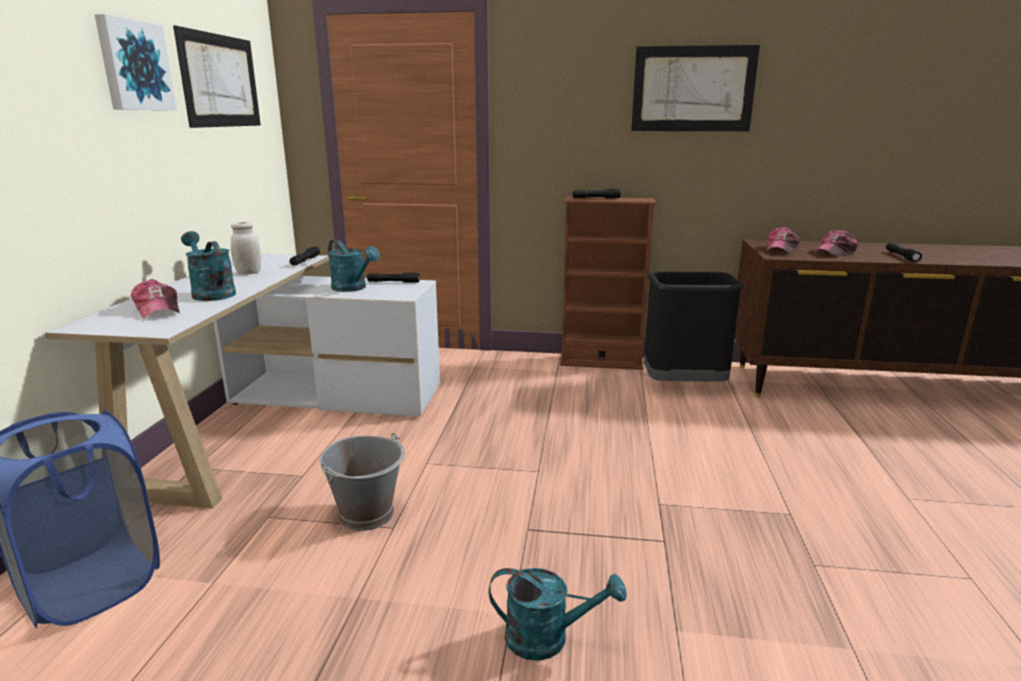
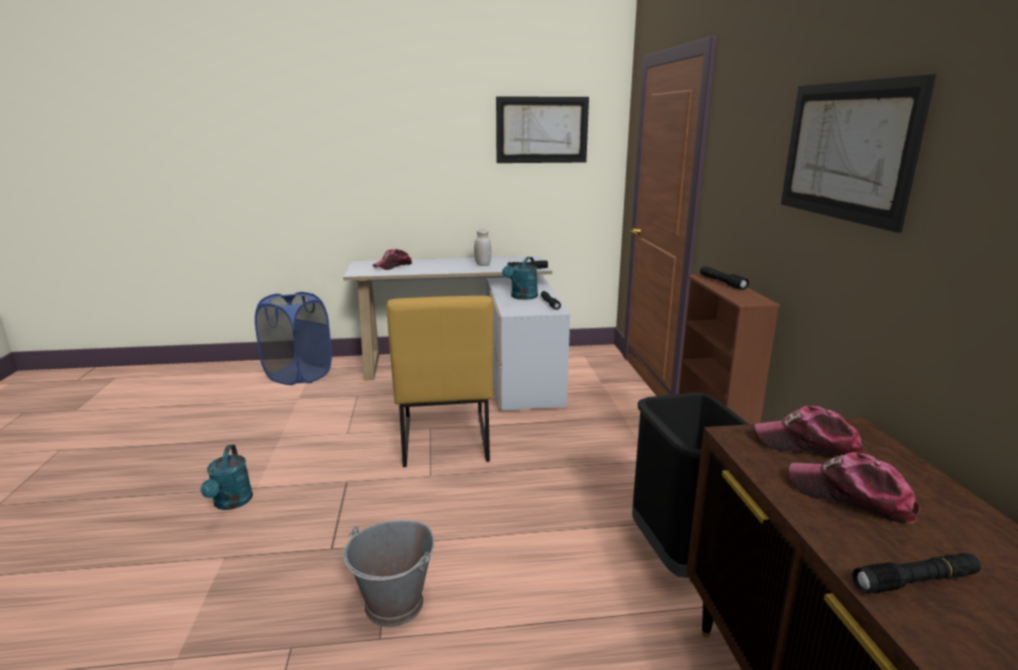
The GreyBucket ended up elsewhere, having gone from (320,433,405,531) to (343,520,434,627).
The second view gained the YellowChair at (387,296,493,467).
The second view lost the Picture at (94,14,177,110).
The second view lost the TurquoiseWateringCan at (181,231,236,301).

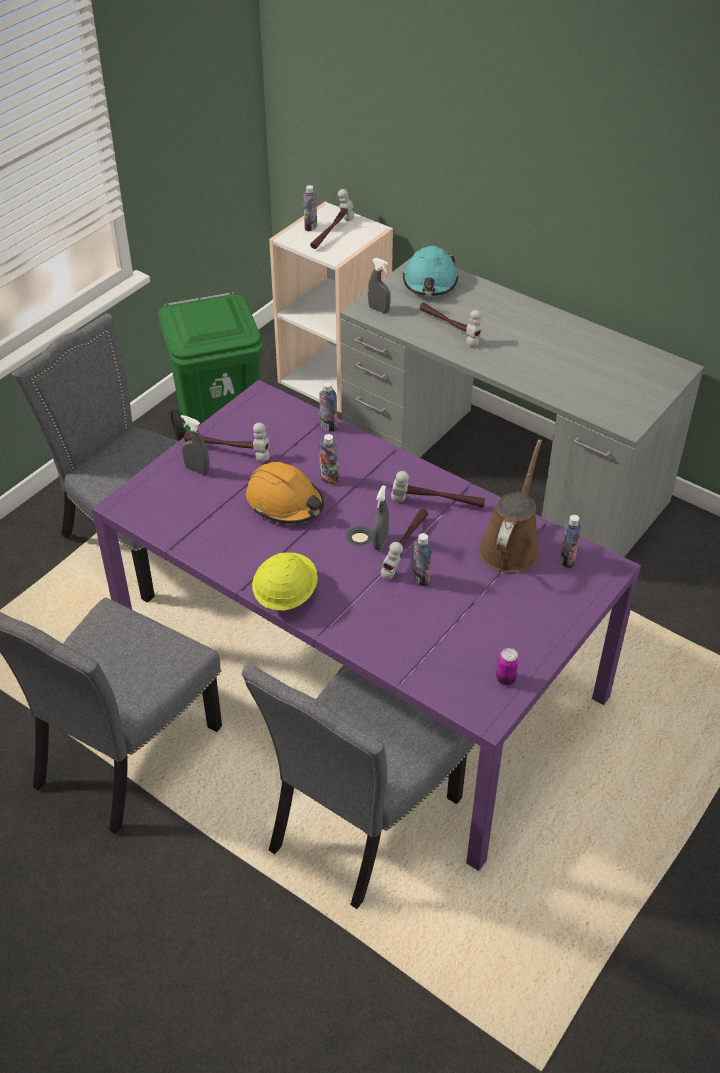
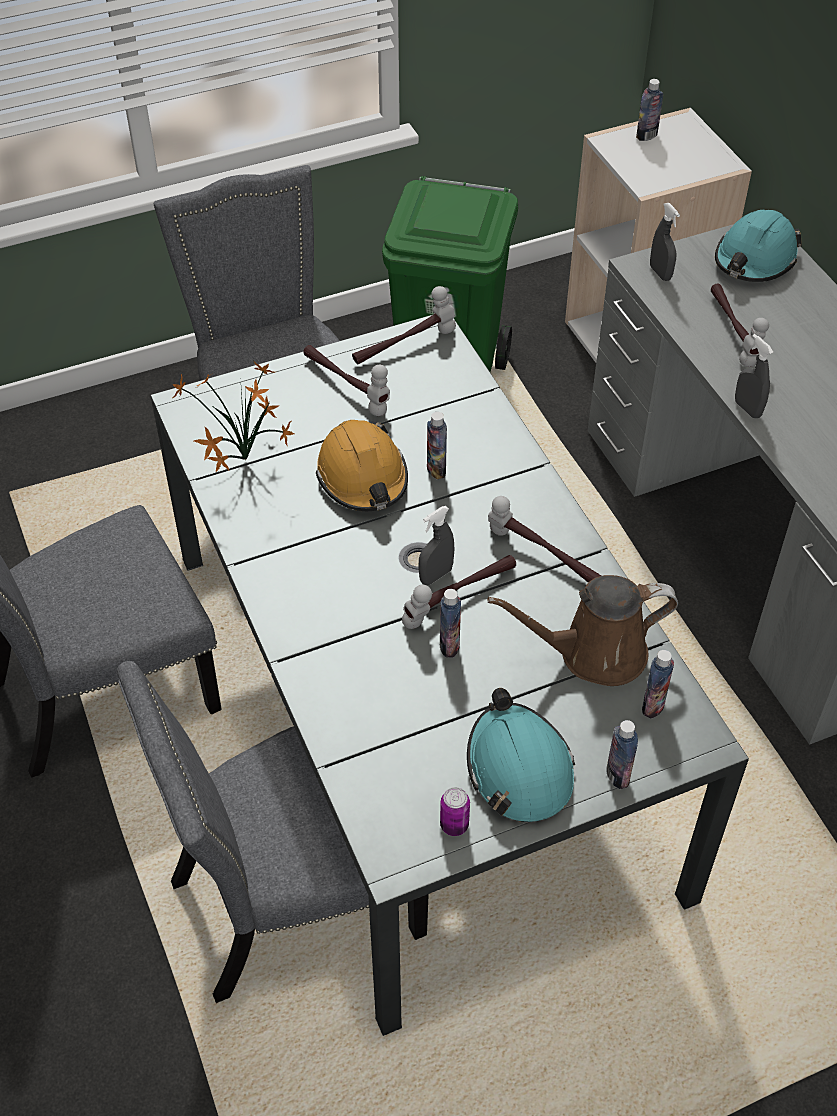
What was the PurpleDiningTable at (92,380,641,871) turned into the GreyDiningTable at (151,315,749,1036).
The second view gained the PottedPlant at (172,362,295,472).
The Hammer ended up elsewhere, having gone from (310,189,354,249) to (352,286,456,364).
The second view gained the TurquoiseHardHat at (467,688,575,822).
The BrownWateringCan at (479,440,542,573) ended up facing another way, 150 degrees counterclockwise from before.
The Bottle ended up elsewhere, having gone from (319,382,337,432) to (606,720,638,789).
The GreySprayBottle ended up elsewhere, having gone from (181,415,209,475) to (735,334,773,419).
The second view lost the YellowHardHat at (252,552,318,611).

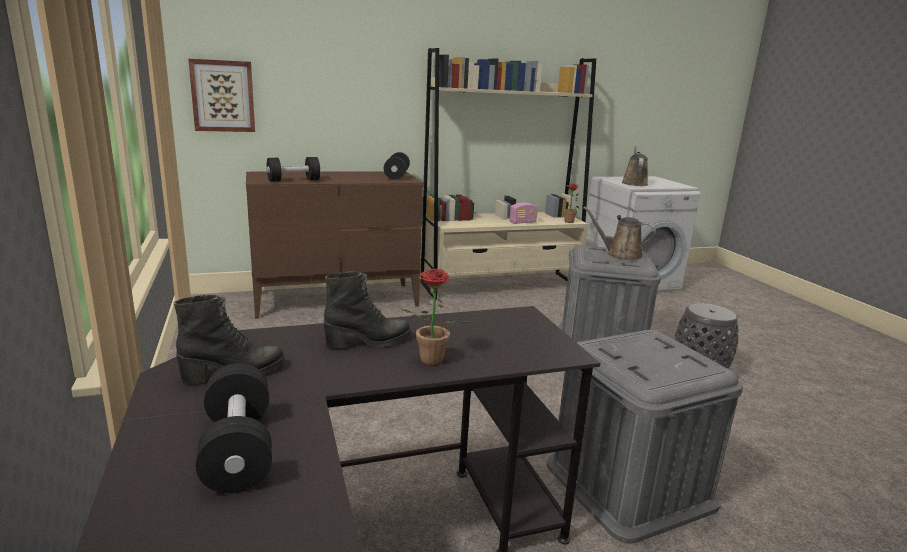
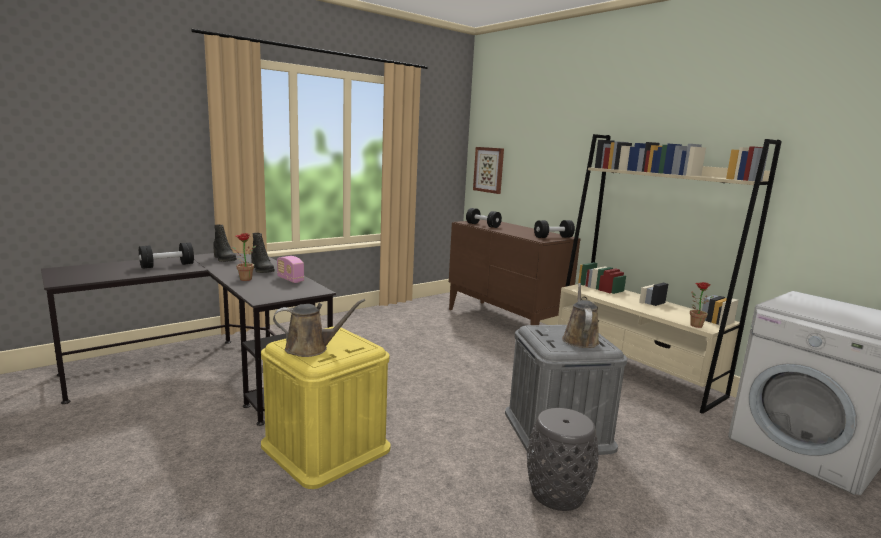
What was the GreyStorageBox at (547,330,743,544) turned into the YellowStorageBox at (261,326,391,489).
The BrownWateringCan ended up elsewhere, having gone from (622,146,648,186) to (273,299,365,357).
The Radio ended up elsewhere, having gone from (510,203,538,224) to (277,256,304,283).

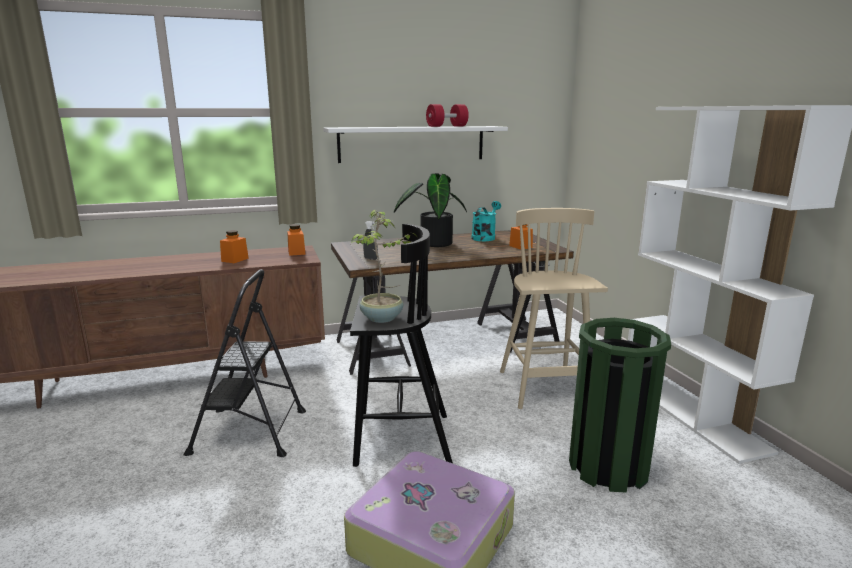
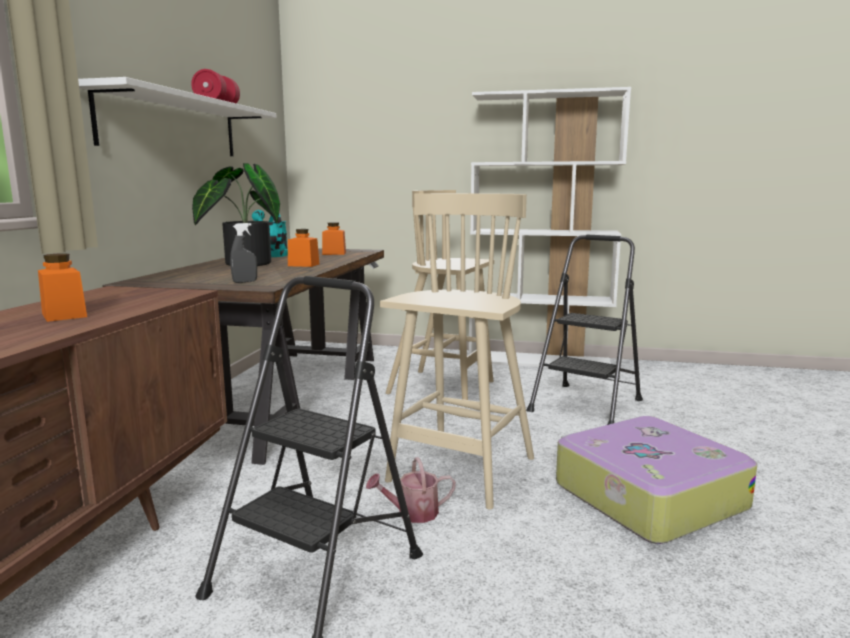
The OrangeJar ended up elsewhere, having gone from (287,224,306,256) to (288,229,319,267).
The second view gained the WateringCan at (366,457,456,523).
What was the BlackStool at (350,224,453,467) turned into the BeigeStool at (380,193,534,510).
Where the GreenTrashCan stood at (569,318,671,493), the BlackStepLadder came to stand at (526,235,643,425).
The second view lost the PottedPlant at (351,210,417,323).

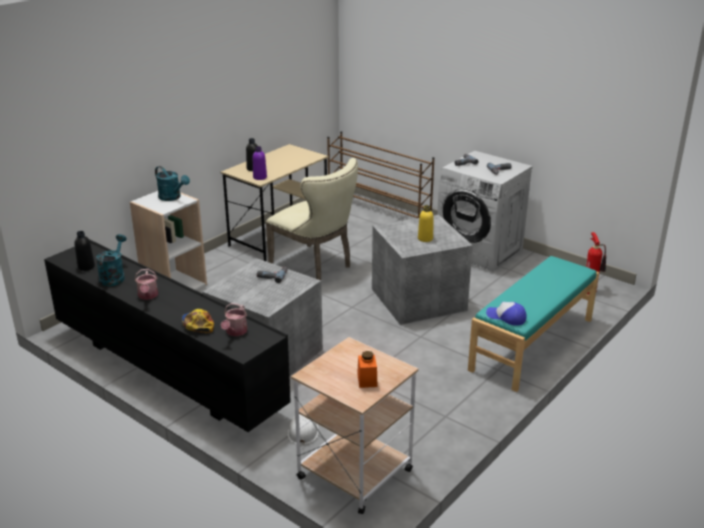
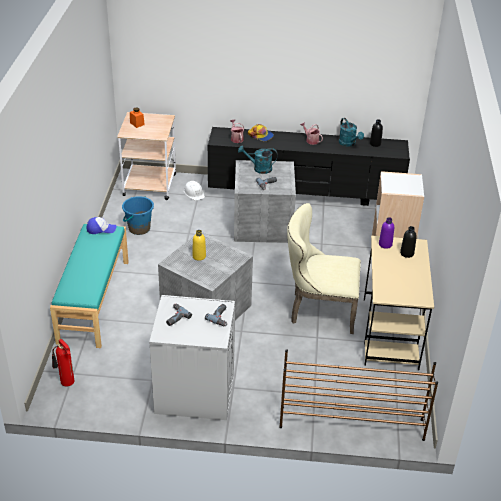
The second view gained the BlueBucket at (122,196,154,235).
The TurquoiseWateringCan ended up elsewhere, having gone from (155,166,190,201) to (238,146,278,174).

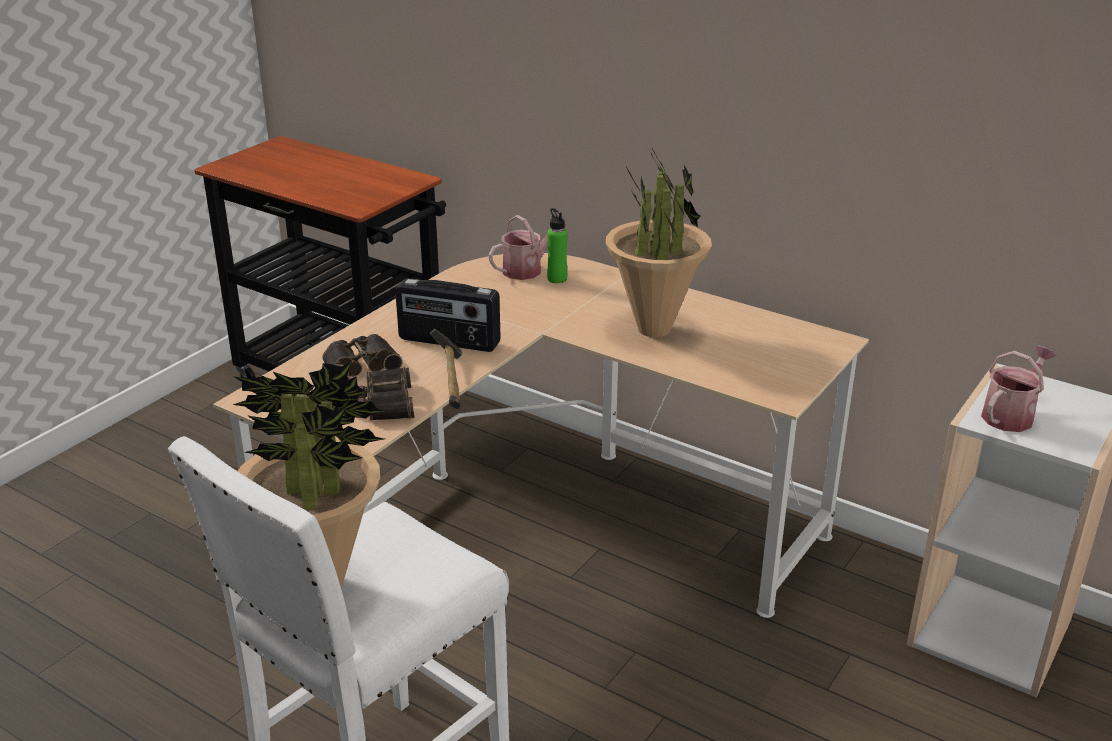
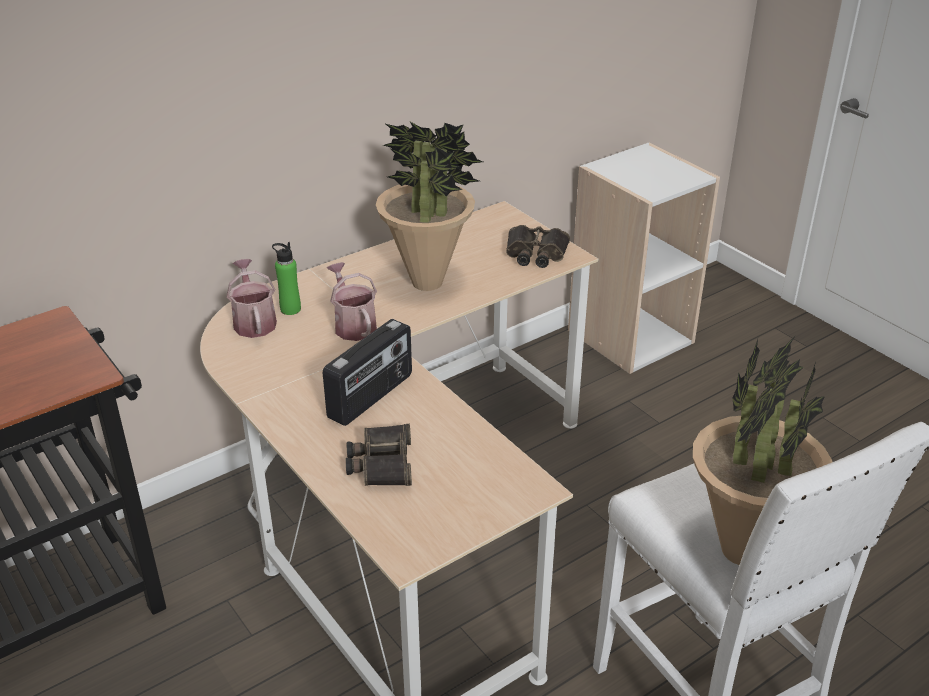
The WateringCan ended up elsewhere, having gone from (981,345,1057,432) to (327,262,377,341).
The Binoculars ended up elsewhere, having gone from (356,367,415,421) to (506,225,570,268).
The second view lost the Hammer at (430,329,462,409).

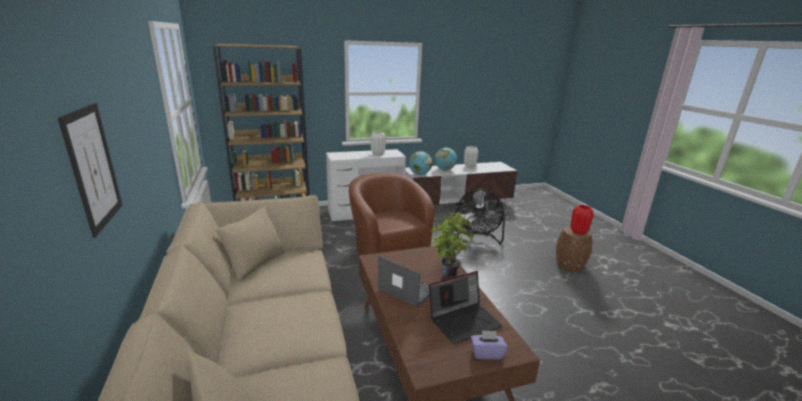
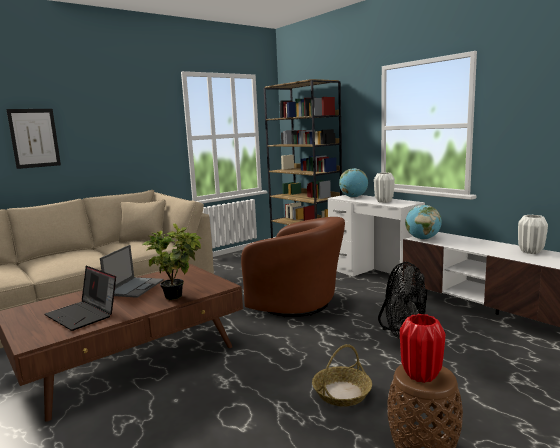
The BrownArmchair at (349,173,434,255) ended up facing another way, 75 degrees clockwise from before.
The second view gained the Basket at (312,344,372,407).
The Globe ended up elsewhere, having gone from (434,147,457,170) to (339,168,368,198).
The second view lost the PurpleTissueBox at (471,330,508,359).

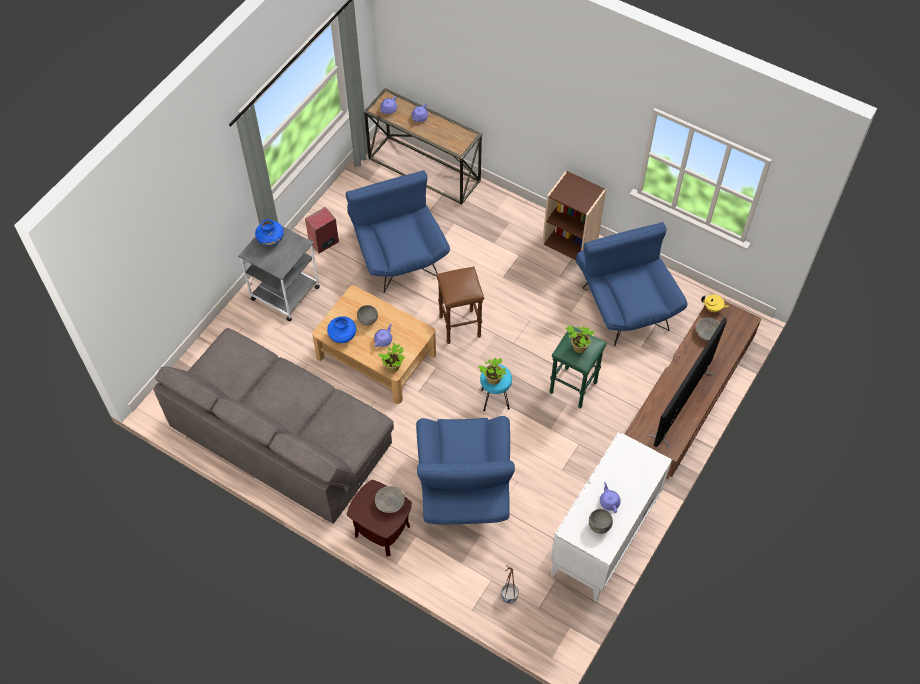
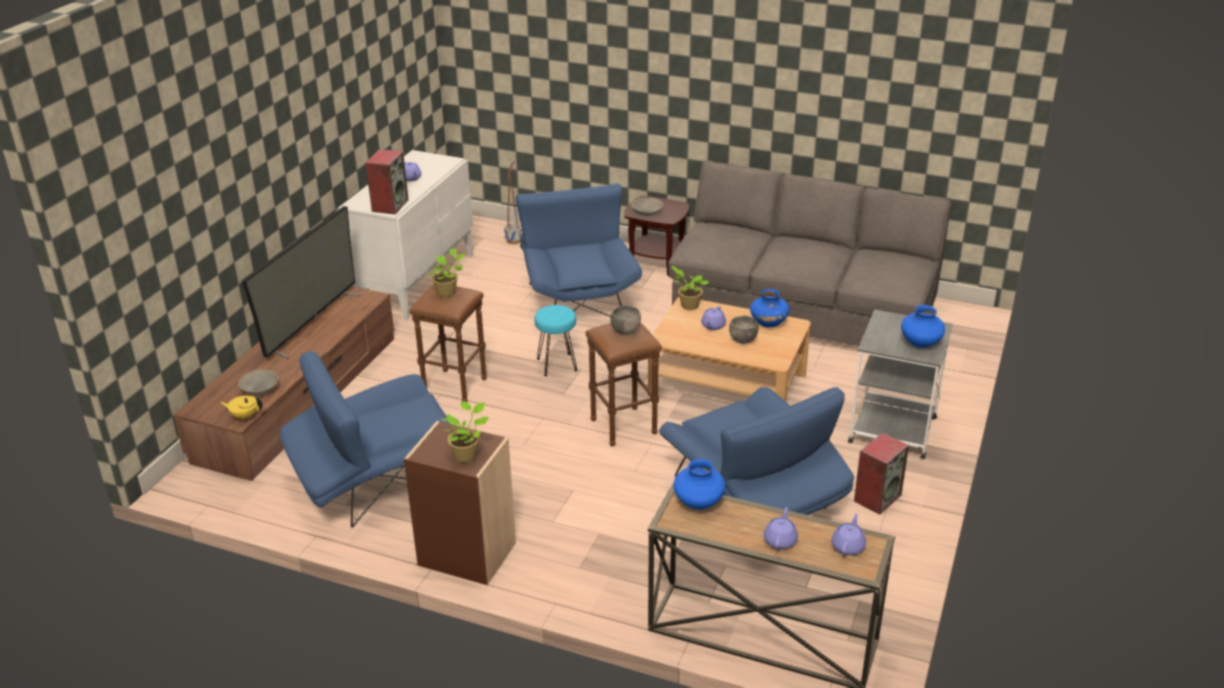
The BlueArmchair at (576,222,688,346) ended up facing another way, 90 degrees clockwise from before.
The second view gained the Speaker at (366,149,409,215).
What was the GreenStool at (550,326,607,408) turned into the BrownStool at (410,285,487,402).
The PottedPlant ended up elsewhere, having gone from (478,358,507,385) to (441,401,489,463).
The GreyBowl ended up elsewhere, having gone from (589,509,613,534) to (610,306,641,335).
The second view gained the BlueVase at (674,459,725,510).

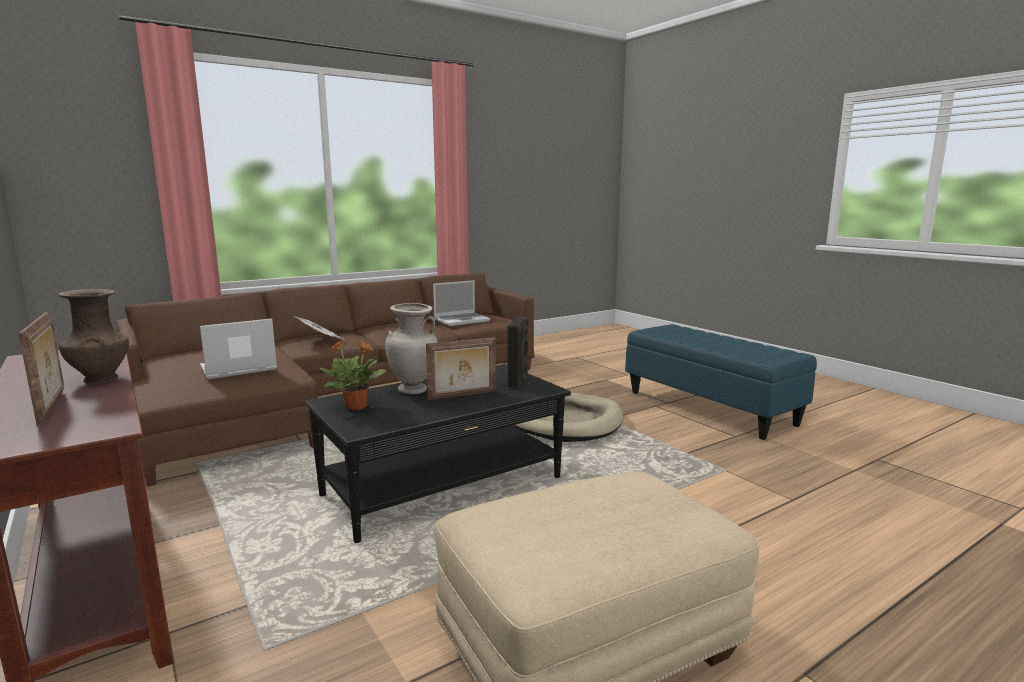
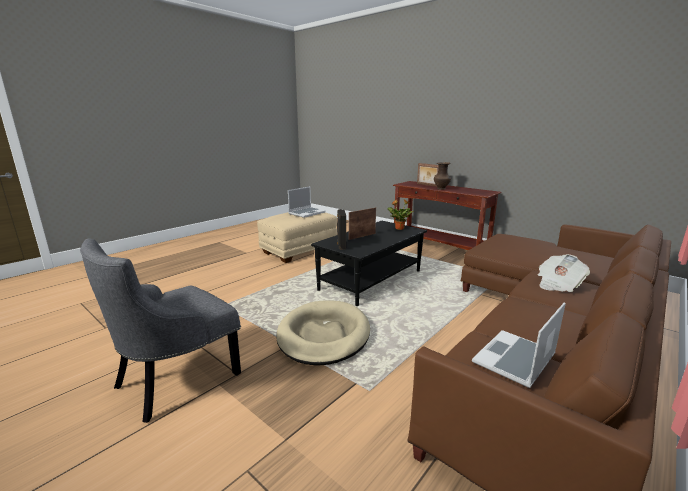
Where the BlueOttoman stood at (625,324,817,440), the GreyArmchair came to stand at (80,238,241,423).
The Laptop ended up elsewhere, having gone from (200,319,277,379) to (288,186,326,218).
The second view lost the BeigeVase at (385,303,438,394).

